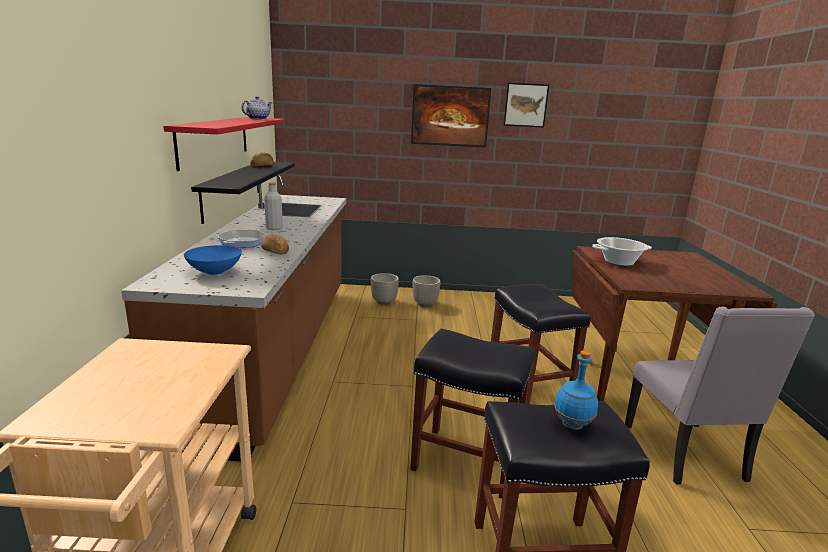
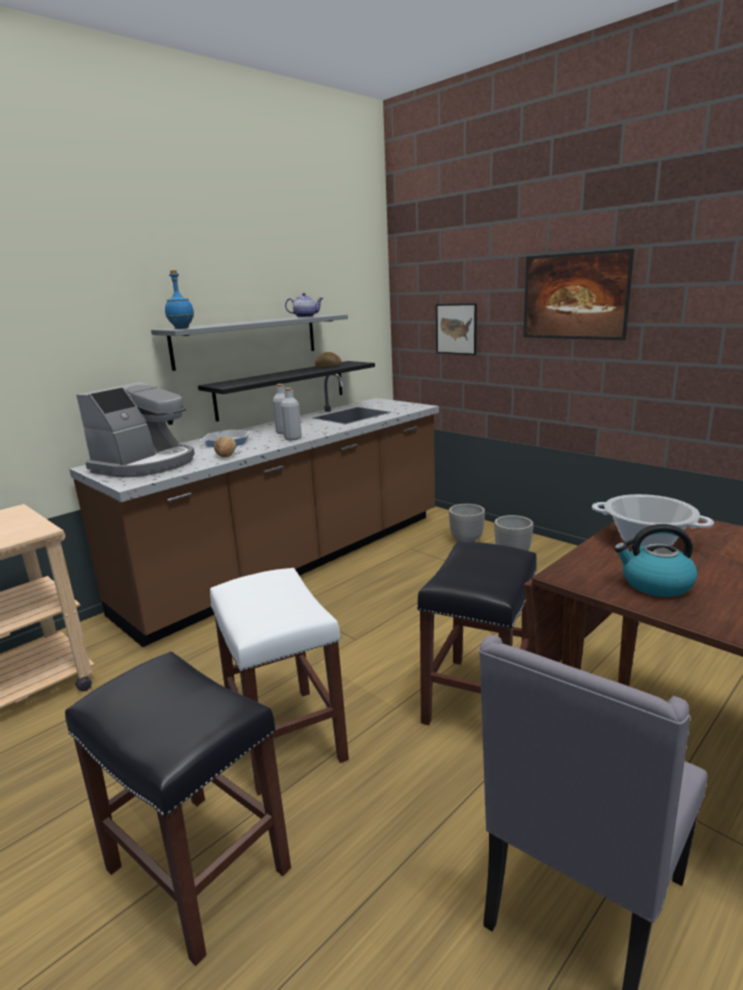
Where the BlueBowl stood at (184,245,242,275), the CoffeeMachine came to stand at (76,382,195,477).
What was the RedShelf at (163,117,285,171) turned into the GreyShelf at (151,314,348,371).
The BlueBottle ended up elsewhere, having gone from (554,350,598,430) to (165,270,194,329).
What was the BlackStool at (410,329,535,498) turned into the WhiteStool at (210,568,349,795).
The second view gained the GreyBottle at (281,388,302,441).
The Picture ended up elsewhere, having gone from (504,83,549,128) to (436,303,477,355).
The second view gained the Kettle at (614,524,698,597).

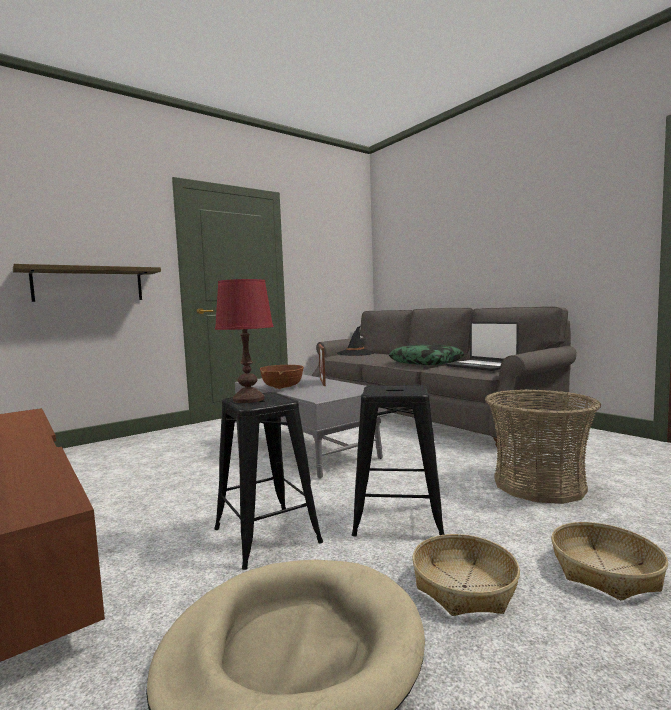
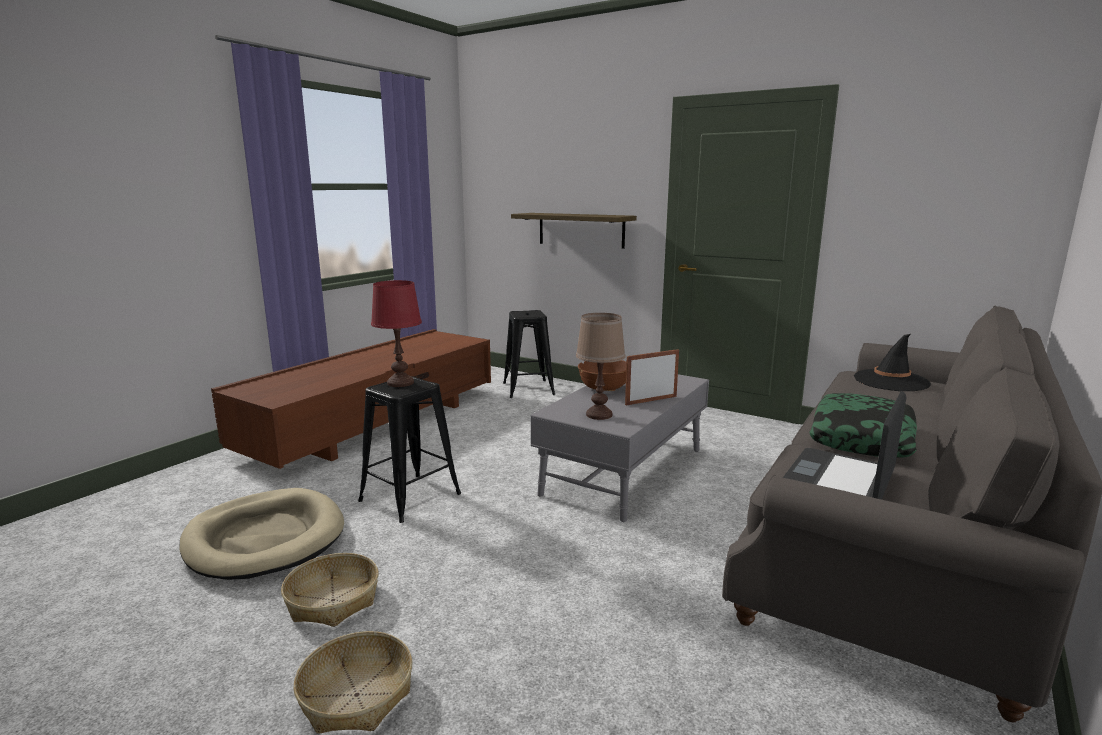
The BlackStool ended up elsewhere, having gone from (352,385,445,537) to (503,310,555,398).
The second view gained the BrownTableLamp at (576,313,626,420).
The second view lost the Basket at (485,389,601,504).

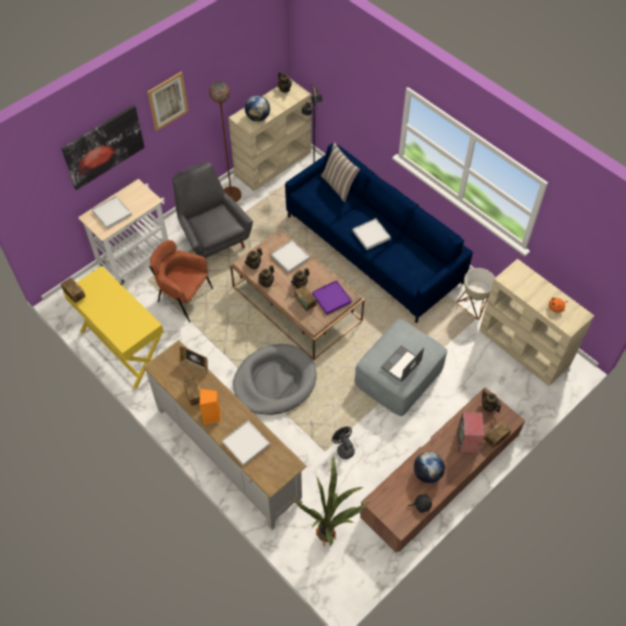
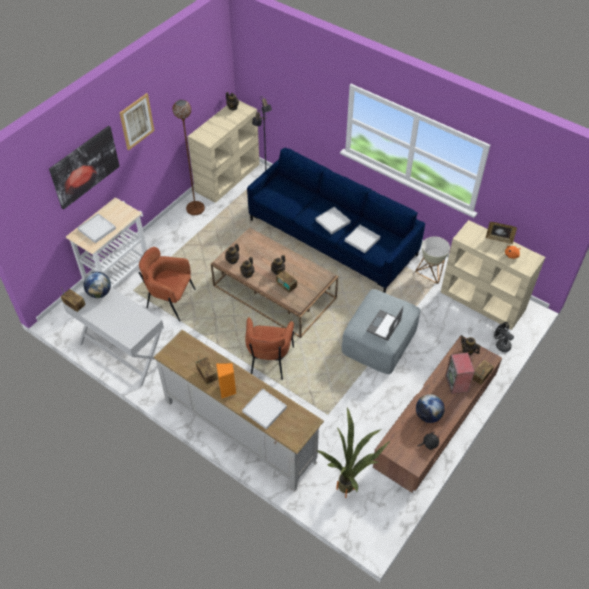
What was the YellowConsoleTable at (63,266,164,390) turned into the WhiteConsoleTable at (63,286,164,387).
The Globe ended up elsewhere, having gone from (245,96,270,122) to (84,272,111,298).
Where the GreyDogBed stood at (233,344,317,415), the BrownArmchair came to stand at (245,317,294,380).
The WhiteTray ended up elsewhere, having gone from (271,240,310,273) to (345,225,380,253).
The PictureFrame ended up elsewhere, having gone from (180,346,208,375) to (486,222,517,244).
The BlackFan ended up elsewhere, having gone from (332,426,355,459) to (494,322,514,352).
The second view lost the GreyArmchair at (172,162,253,259).
The second view lost the PurpleTray at (313,280,352,315).
The second view lost the Pillow at (321,142,360,203).

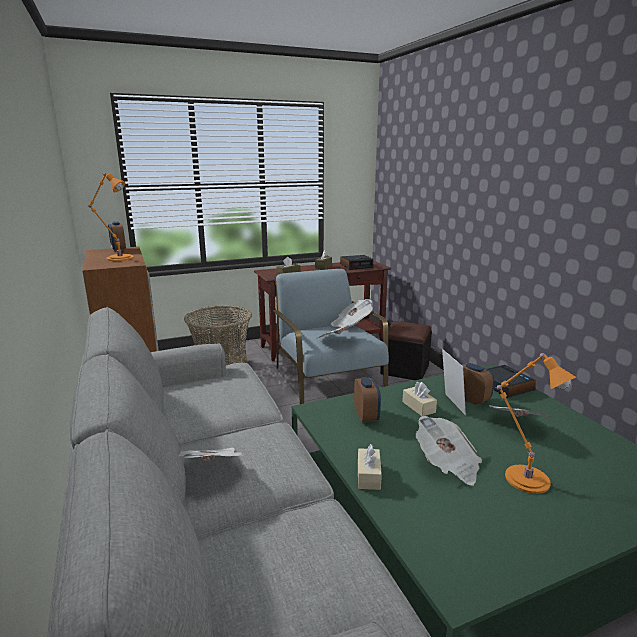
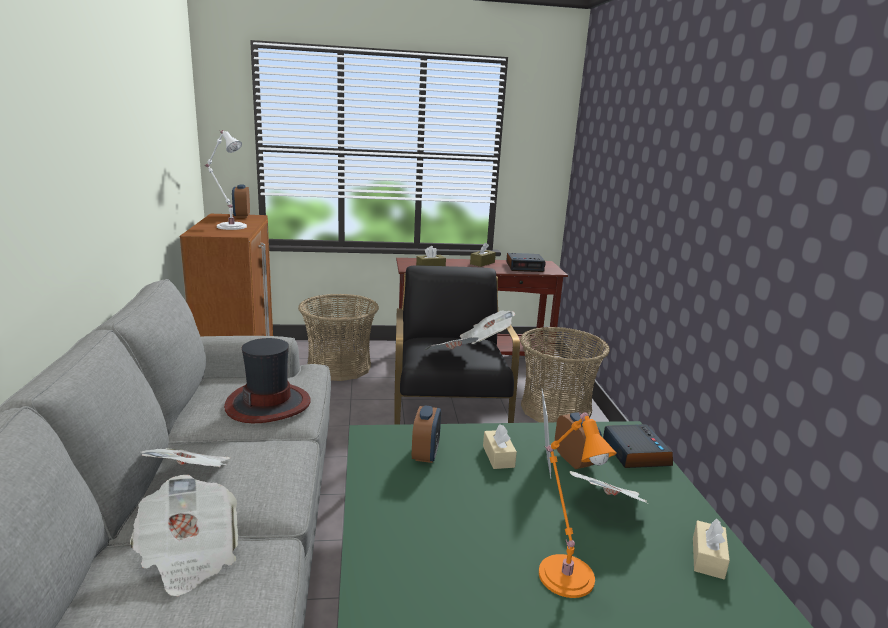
The Newspaper ended up elsewhere, having gone from (416,416,482,485) to (130,475,238,596).
What was the OrangeTableLamp at (88,173,134,261) turned into the WhiteTableLamp at (204,130,247,230).
The second view gained the Hat at (224,338,311,423).
What was the BlueArmchair at (273,269,389,404) turned into the BlackArmchair at (394,265,520,425).
Where the BlackOttoman stood at (380,321,432,380), the Basket came to stand at (520,327,610,423).
The BeigeTissueBox ended up elsewhere, having gone from (358,444,382,490) to (693,519,730,579).

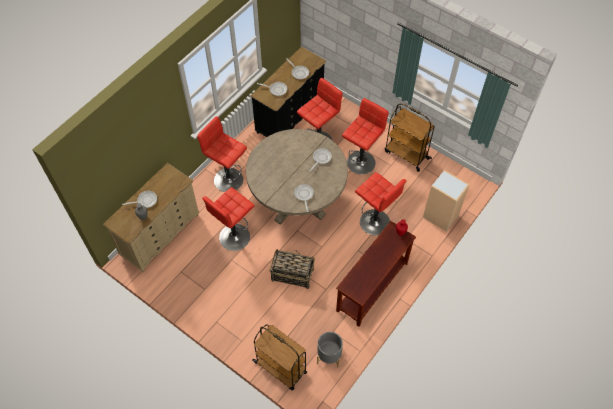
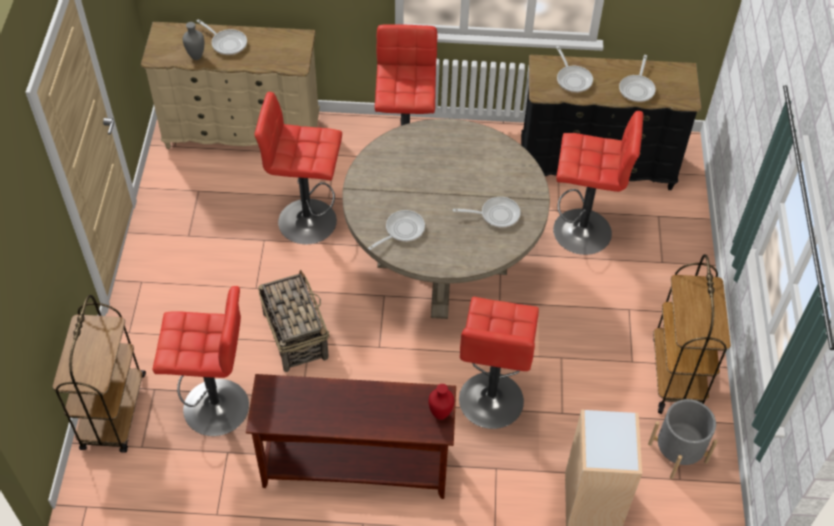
The RedStool ended up elsewhere, having gone from (342,98,389,175) to (152,286,249,436).
The GreyPlanter ended up elsewhere, having gone from (317,332,343,368) to (648,399,718,479).

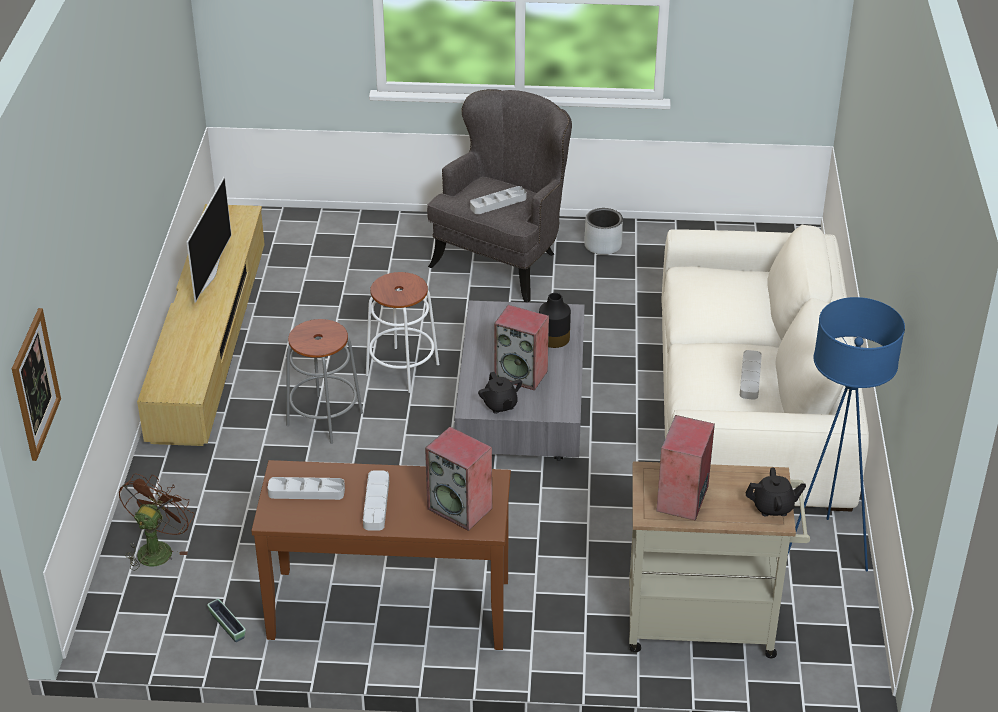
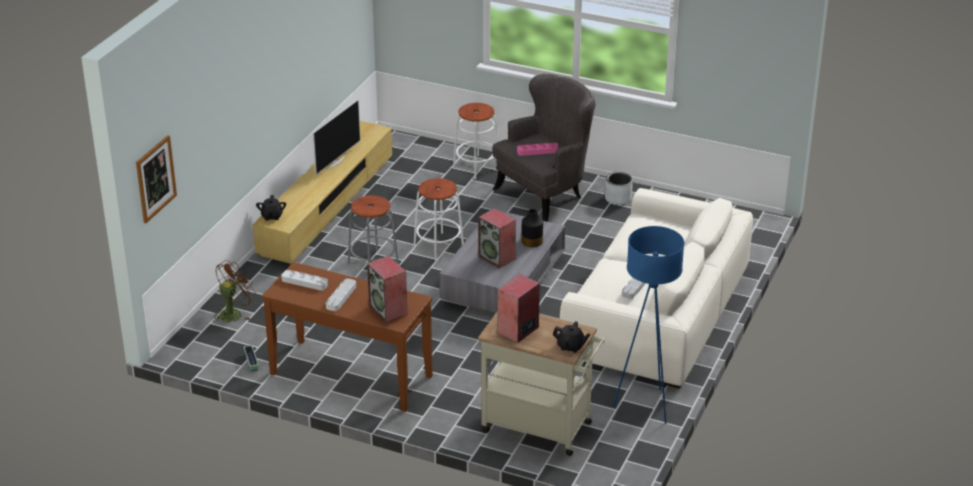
The BlackTeapot ended up elsewhere, having gone from (478,372,522,414) to (256,195,286,221).
The second view gained the WhiteStool at (453,103,498,179).
What was the GreyTray at (470,186,526,214) turned into the PinkTray at (517,143,558,156).

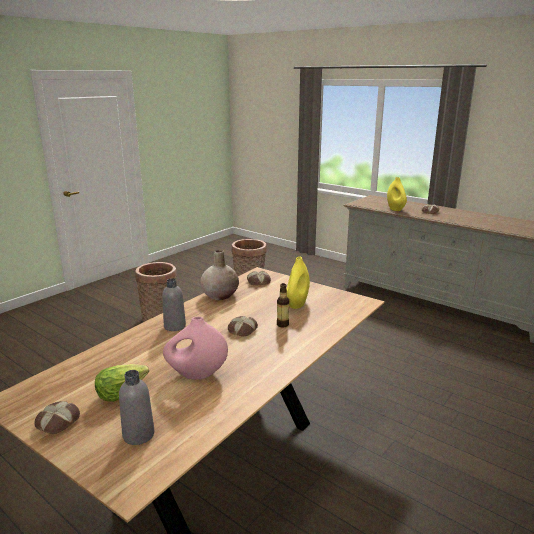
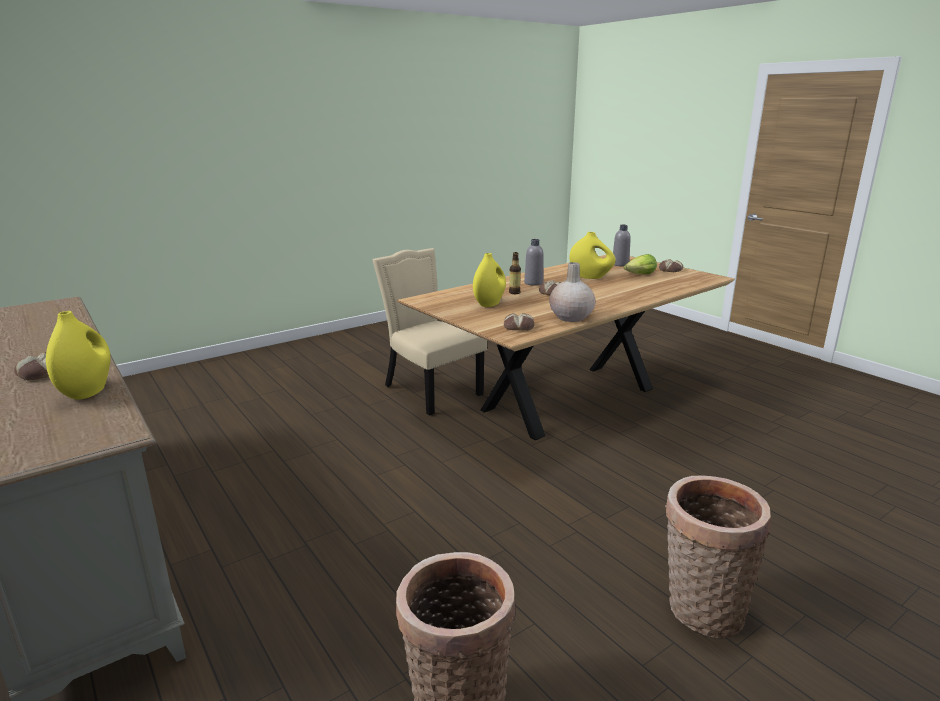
The second view gained the BeigeChair at (373,248,487,416).
The GreyBottle ended up elsewhere, having gone from (162,278,186,331) to (524,239,544,285).
What was the PinkVase at (163,317,228,380) turned into the YellowVase at (570,232,616,279).

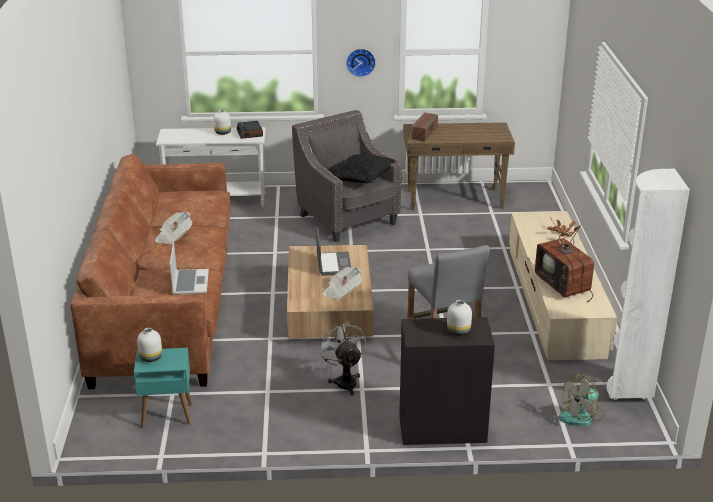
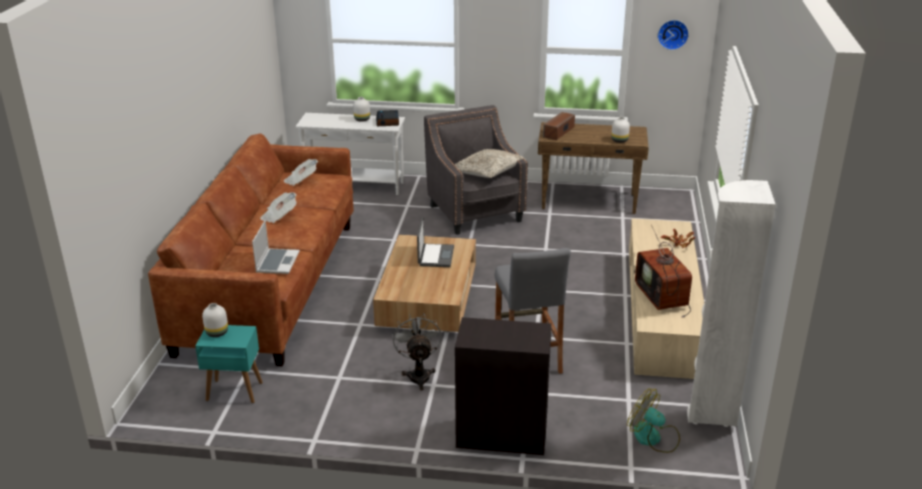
The Newspaper ended up elsewhere, having gone from (323,267,362,300) to (284,159,318,186).
What was the BlackPillow at (330,154,397,183) turned into the BeigePillow at (455,149,525,178).
The WhiteVase ended up elsewhere, having gone from (447,300,472,336) to (611,117,630,143).
The Fan at (558,374,604,426) ended up facing another way, 60 degrees clockwise from before.
The WallClock ended up elsewhere, having gone from (346,49,376,77) to (658,20,689,50).

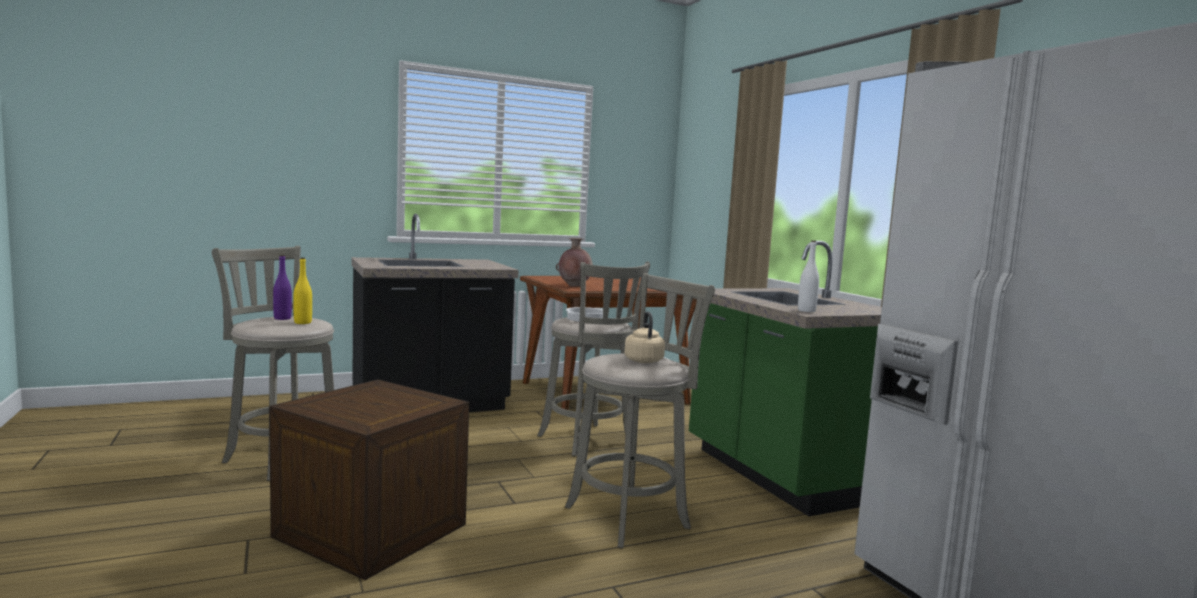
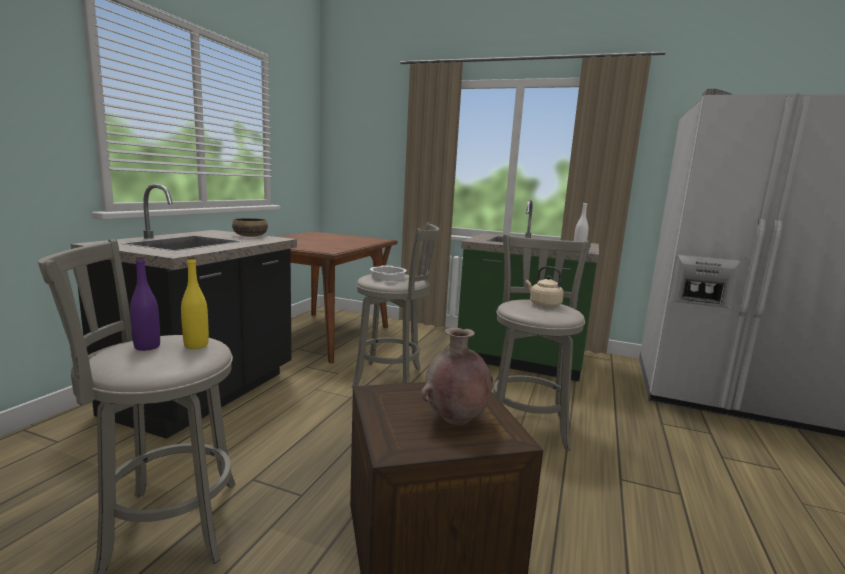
The second view gained the Bowl at (232,218,268,237).
The BrownVase ended up elsewhere, having gone from (556,238,593,287) to (421,327,494,425).

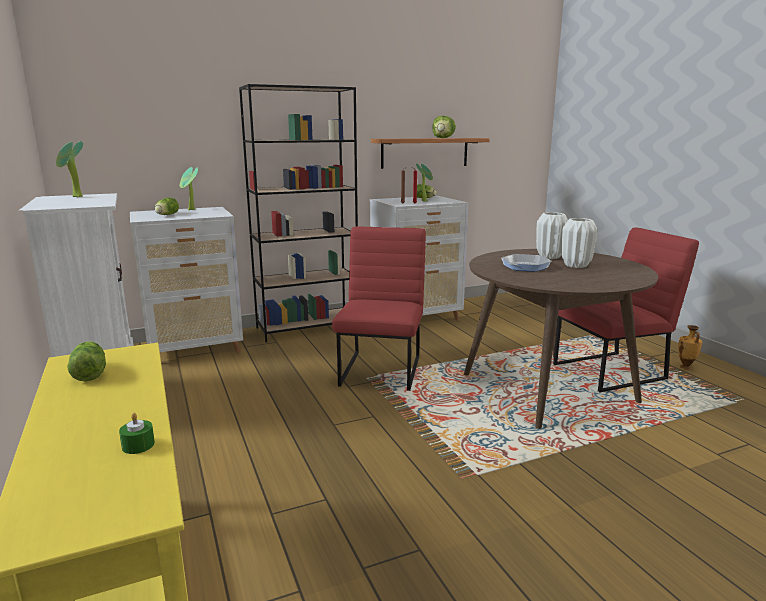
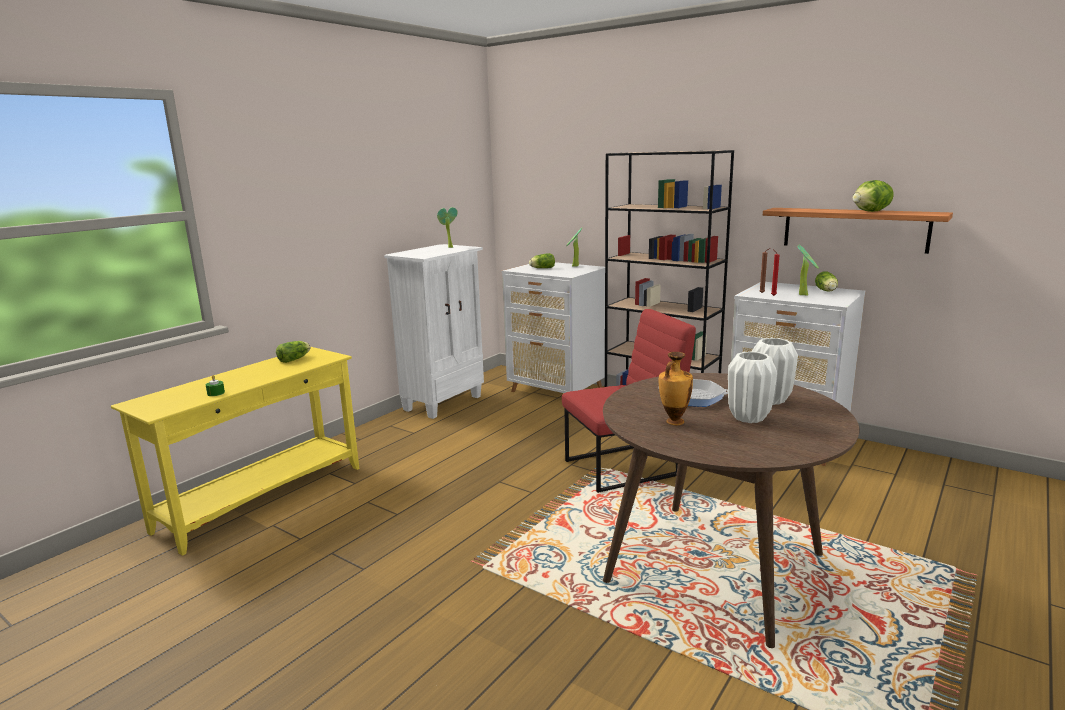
The Vase ended up elsewhere, having gone from (678,325,702,370) to (659,352,693,425).
The second view lost the RedChair at (553,228,699,392).

